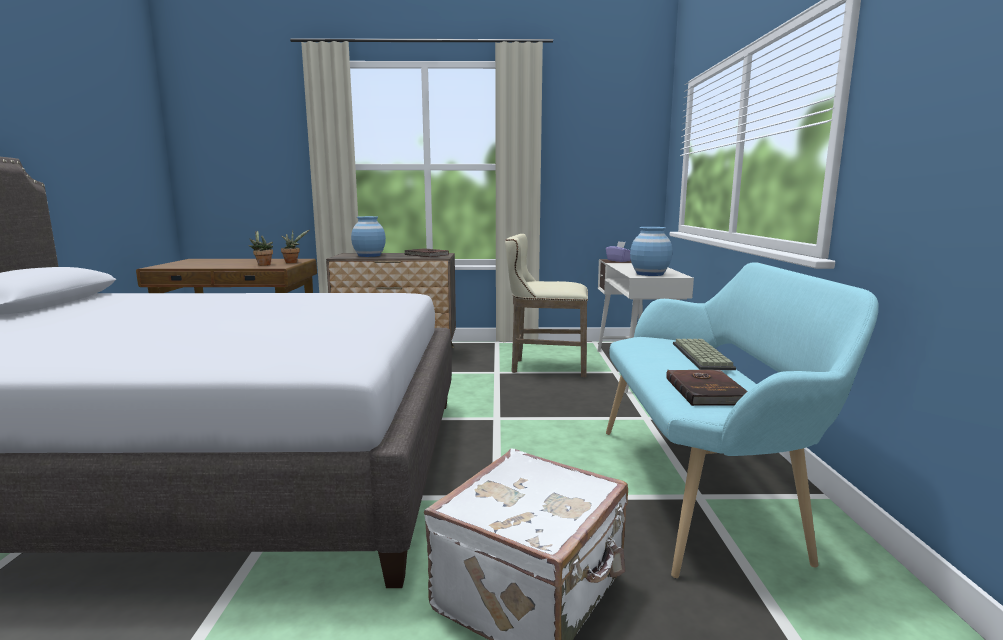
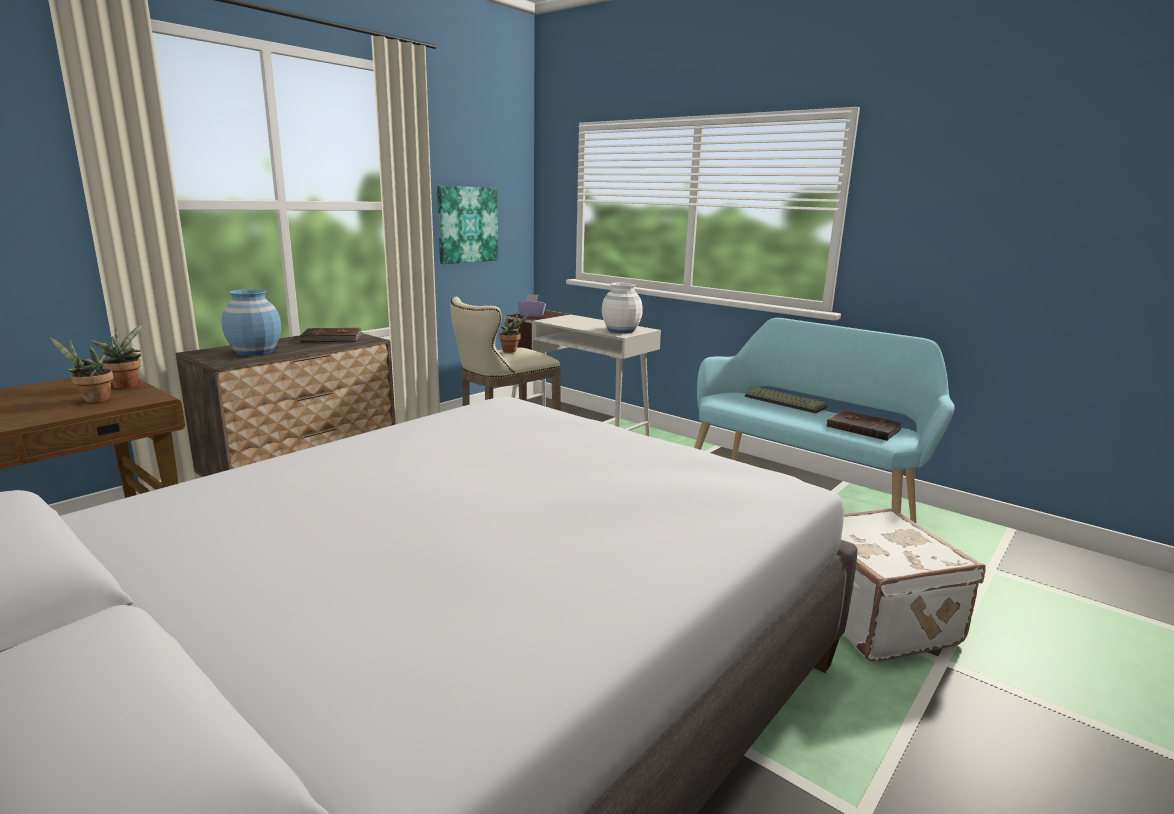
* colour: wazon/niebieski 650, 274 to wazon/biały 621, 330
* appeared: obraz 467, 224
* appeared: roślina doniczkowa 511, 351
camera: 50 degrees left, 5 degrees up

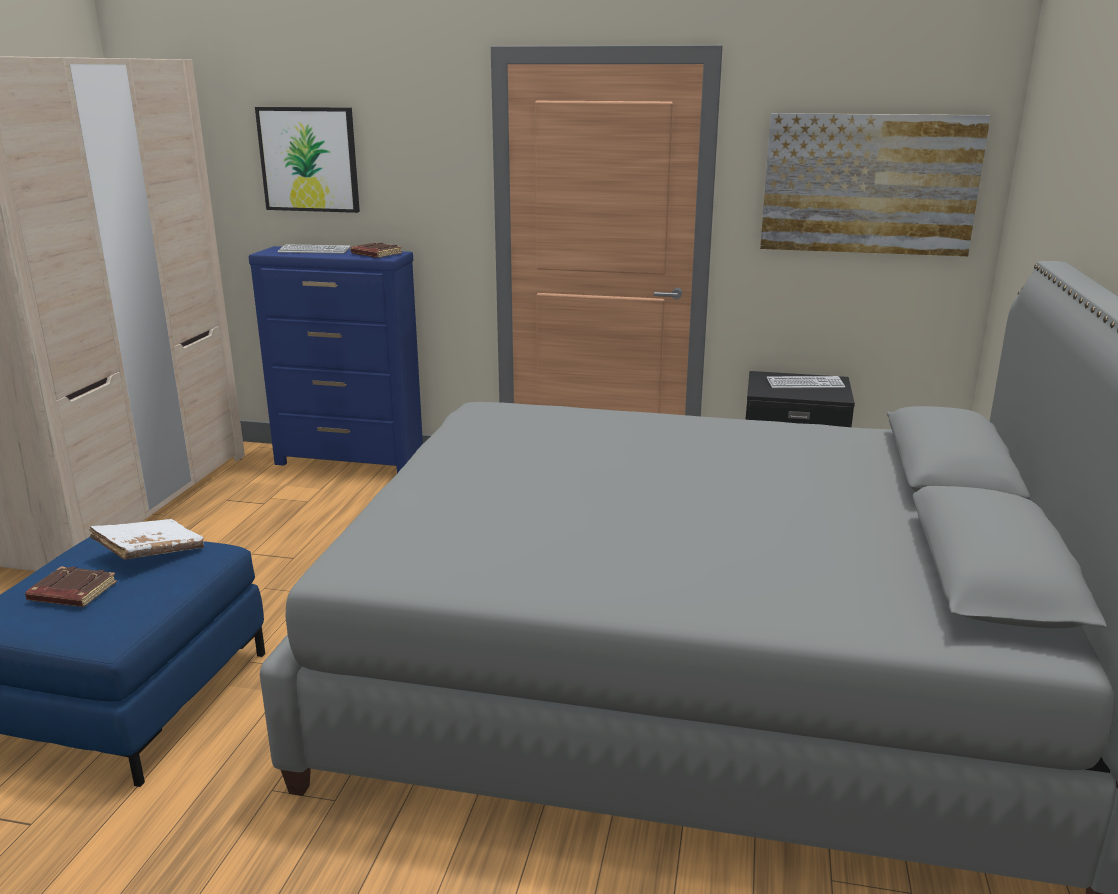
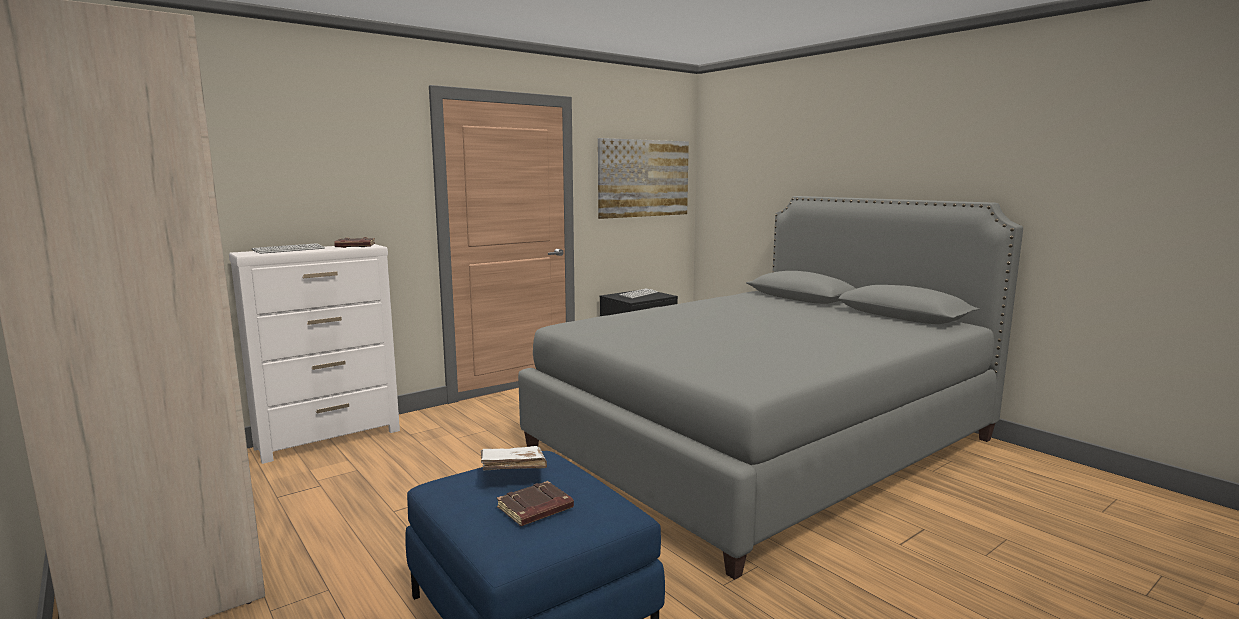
* missing: obraz 309, 159
* colour: komoda/niebieski 350, 461 to komoda/biały 330, 439
camera: 50 degrees left, 10 degrees down

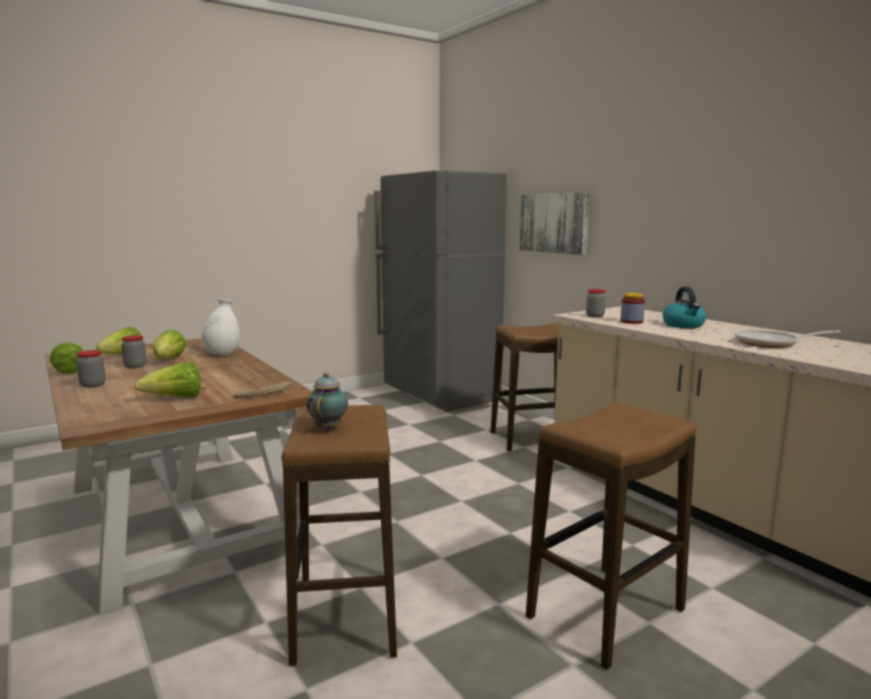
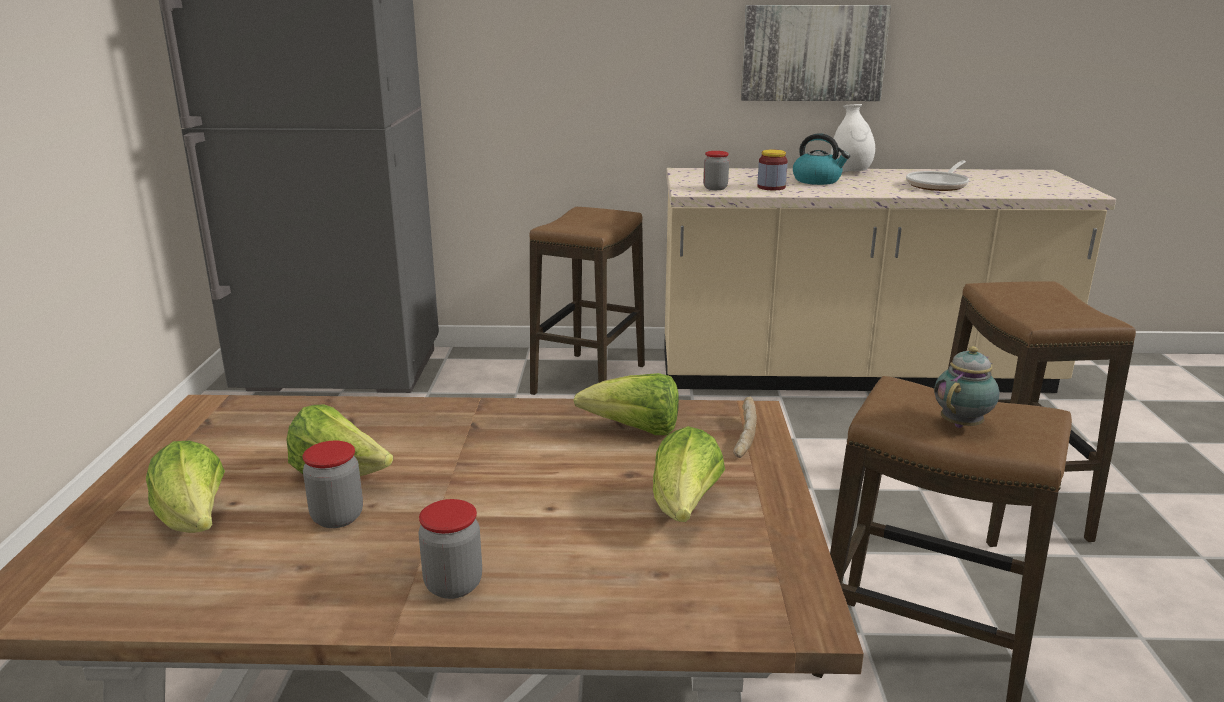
* relocated: obraz 554, 223 to 813, 53
* relocated: wazon/biały 222, 355 to 850, 172
* relocated: sałata 71, 370 to 635, 431
* spun: imbryk 329, 427 = 962, 424 90 degrees clockwise
camera: 55 degrees left, 10 degrees up

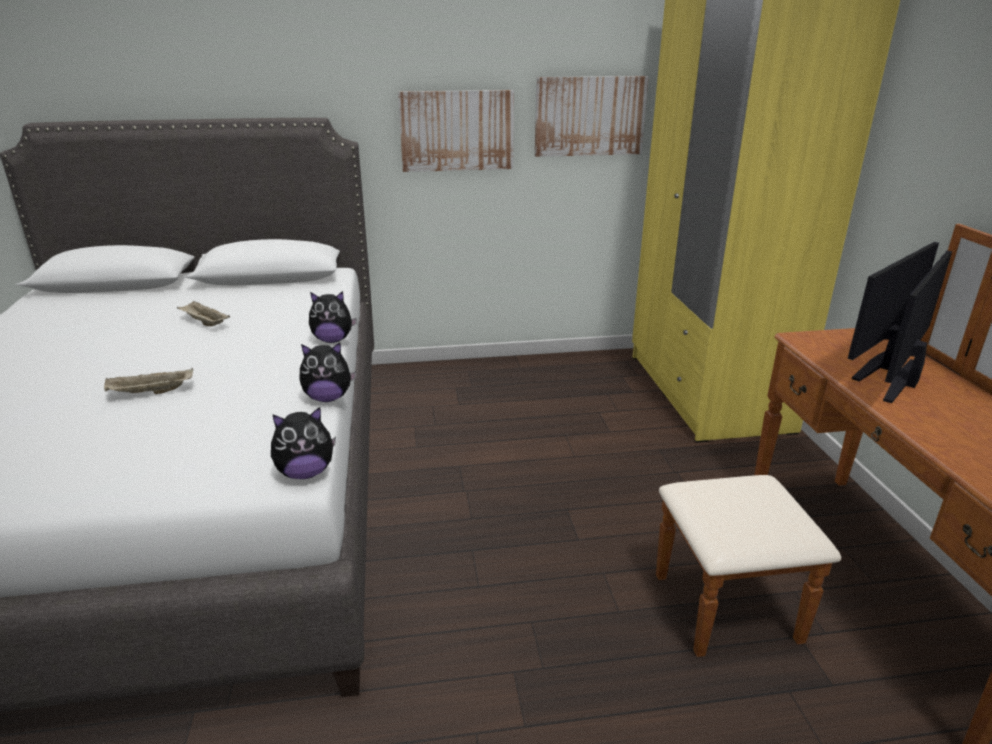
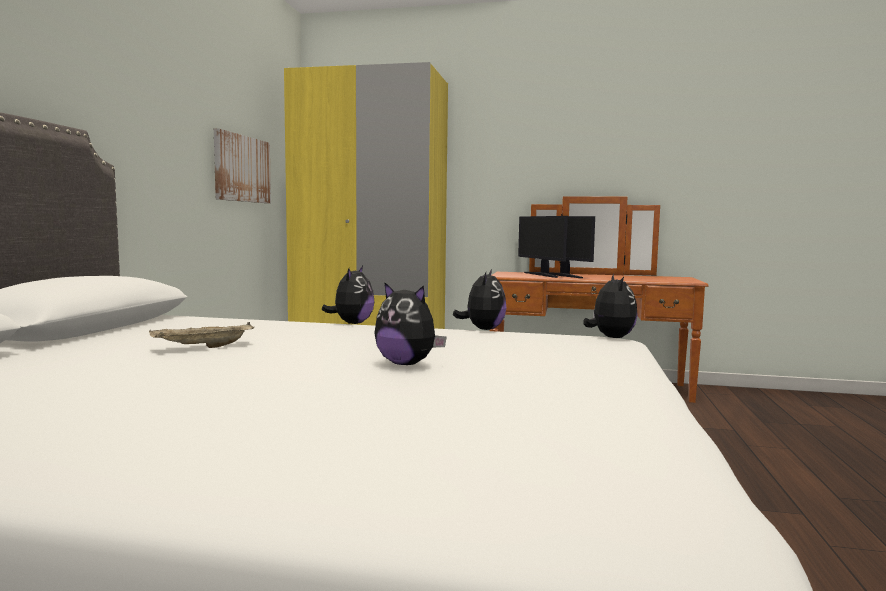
* missing: obraz 457, 130
* exchanged: taca/beżowy 150, 393 to pluszak 407, 364
camera: 70 degrees left, 20 degrees down

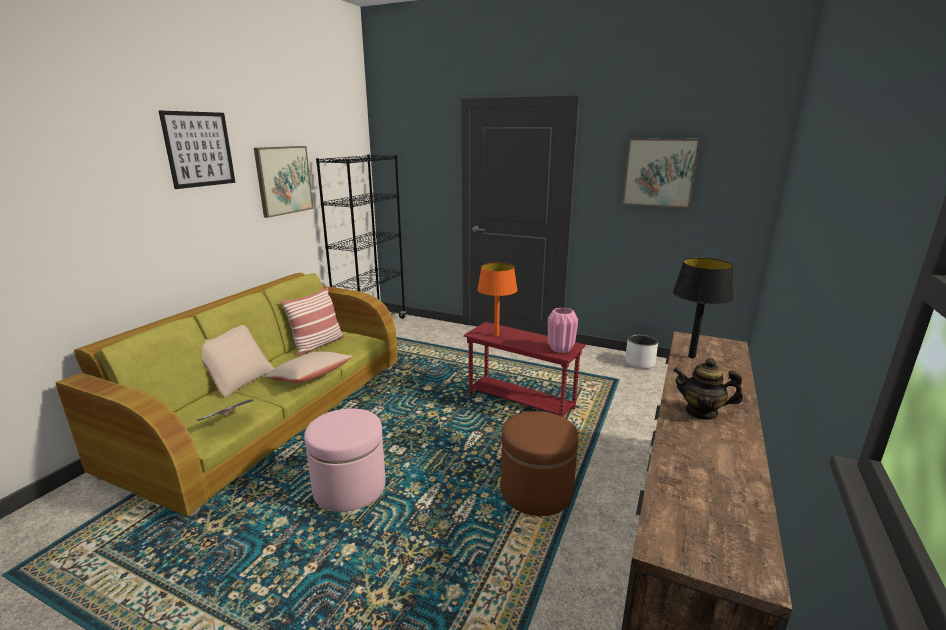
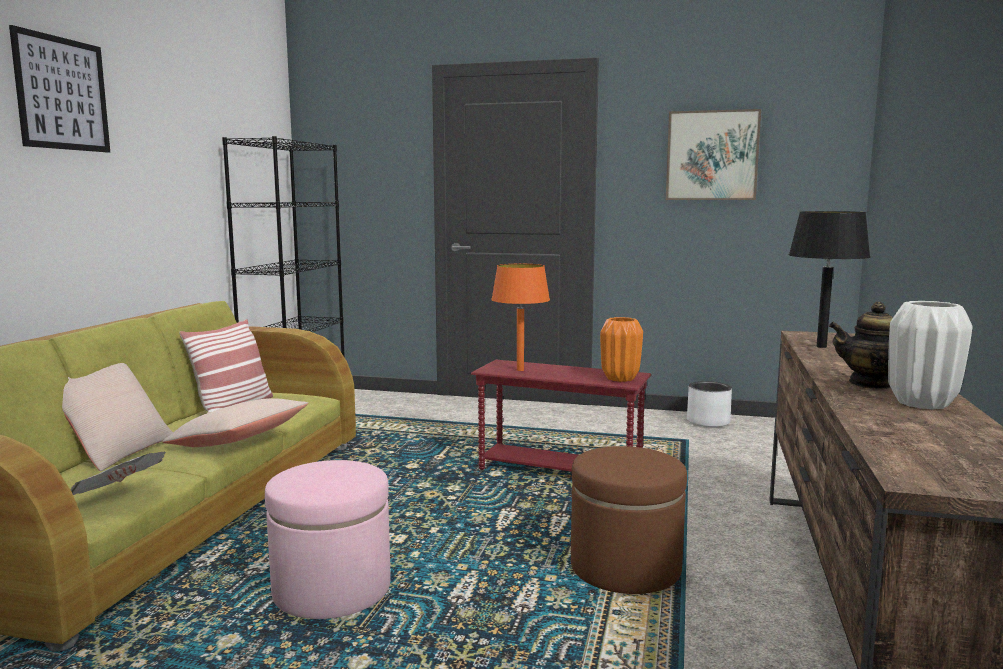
* missing: obraz 283, 180
* colour: wazon/różowy 560, 349 to wazon/pomarańczowy 619, 378
* appeared: wazon/biały 922, 404
camera: 10 degrees left, 10 degrees down

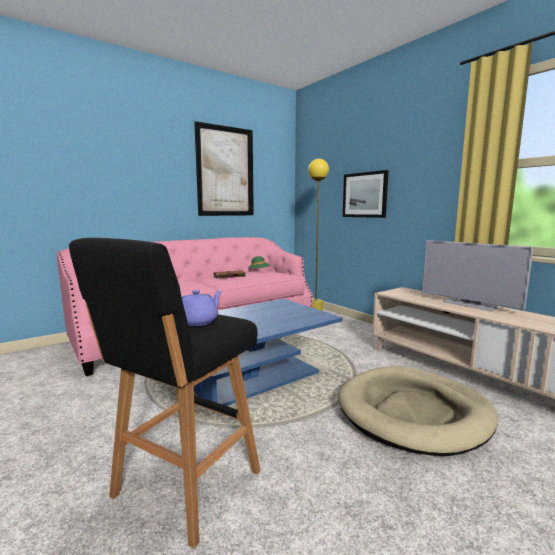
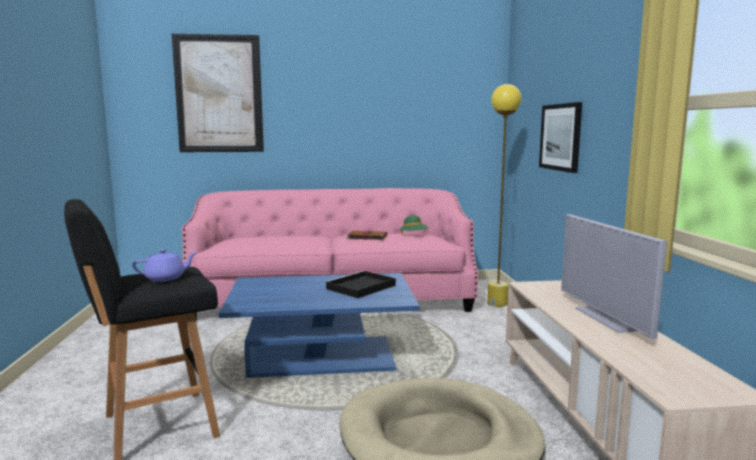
* relocated: obraz 225, 171 to 219, 94
* appeared: taca/czarny 360, 287
camera: 30 degrees right, 0 degrees up

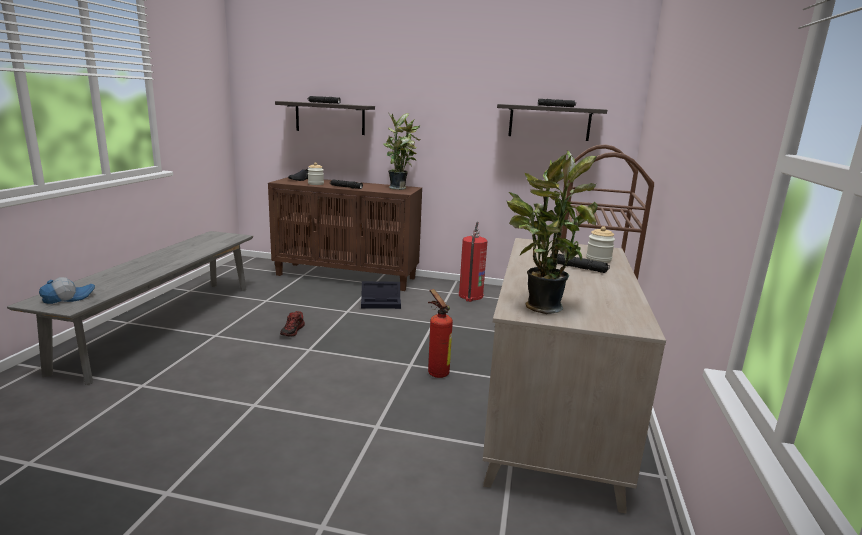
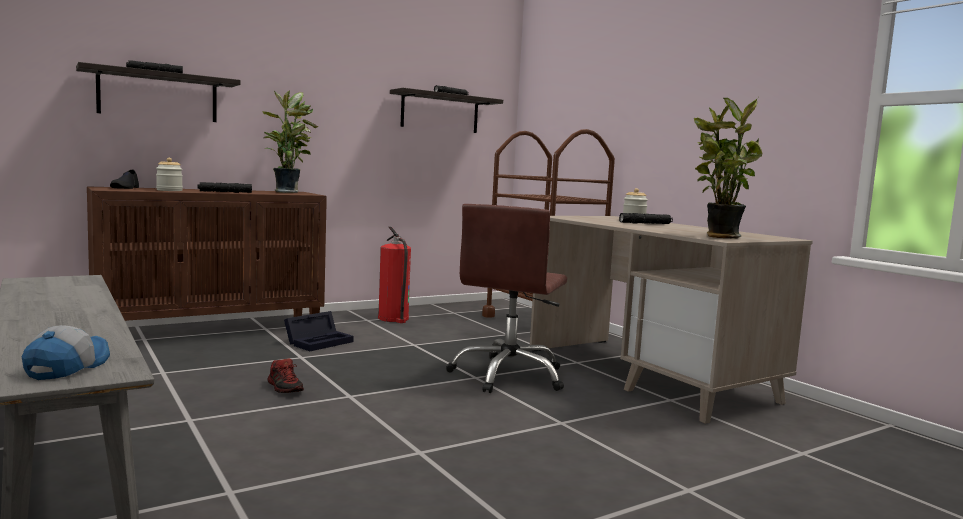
* exchanged: gaśnica 436, 372 to krzesło biurowe/brązowy 509, 375
camera: 45 degrees left, 10 degrees down

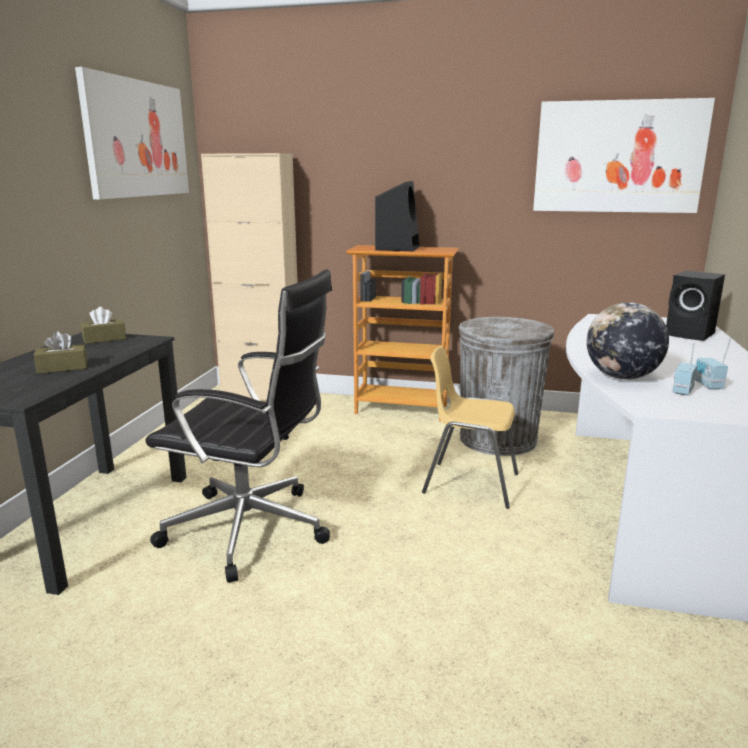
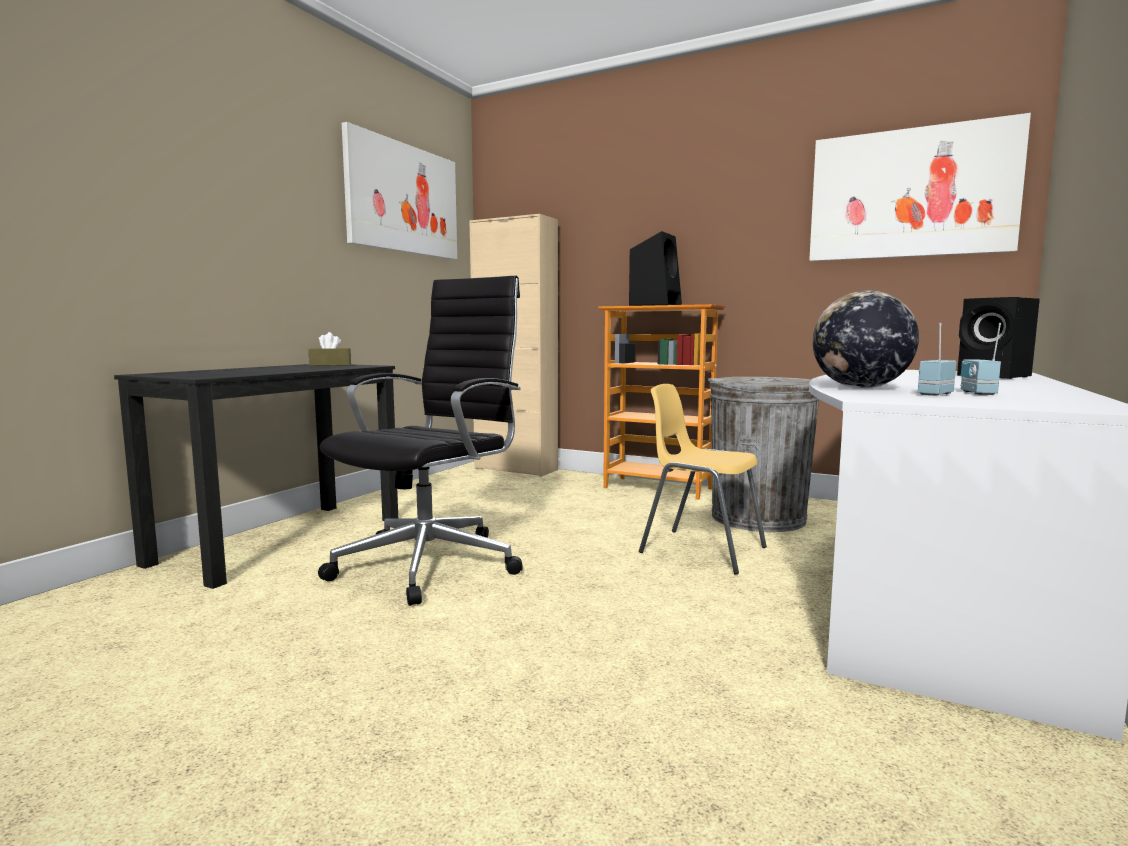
* spun: krzesło biurowe/czarny 251, 530 = 432, 563 90 degrees counterclockwise
* missing: pudełko chusteczek/brązowy 62, 368
camera: 15 degrees right, 10 degrees down

